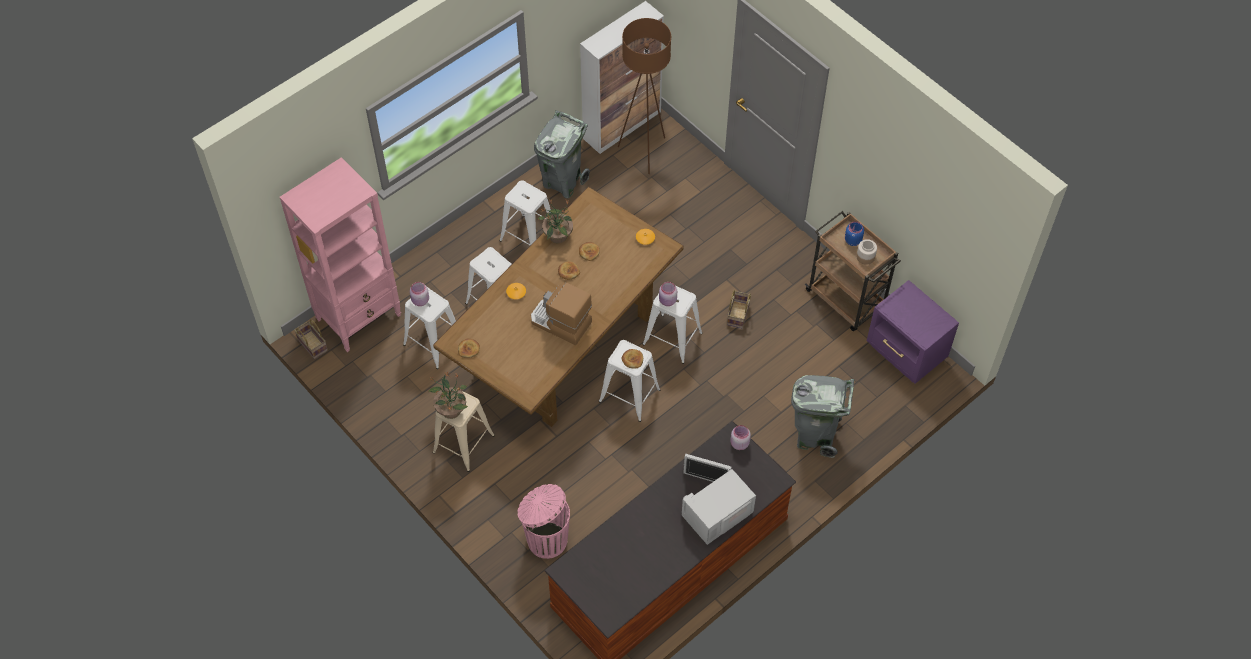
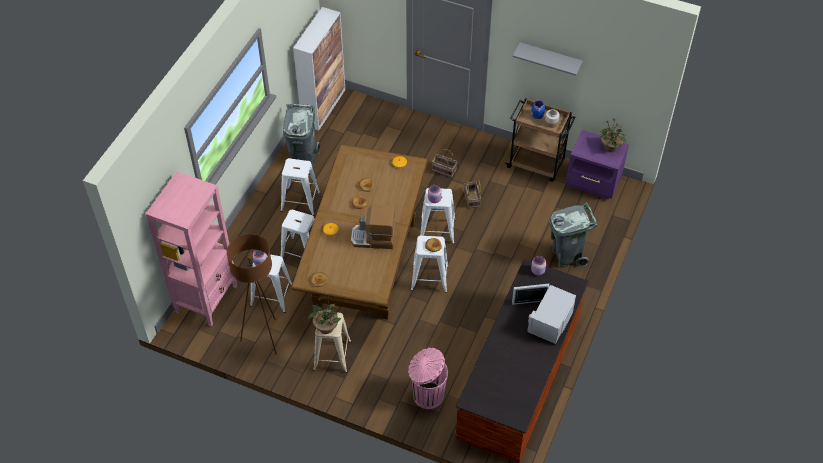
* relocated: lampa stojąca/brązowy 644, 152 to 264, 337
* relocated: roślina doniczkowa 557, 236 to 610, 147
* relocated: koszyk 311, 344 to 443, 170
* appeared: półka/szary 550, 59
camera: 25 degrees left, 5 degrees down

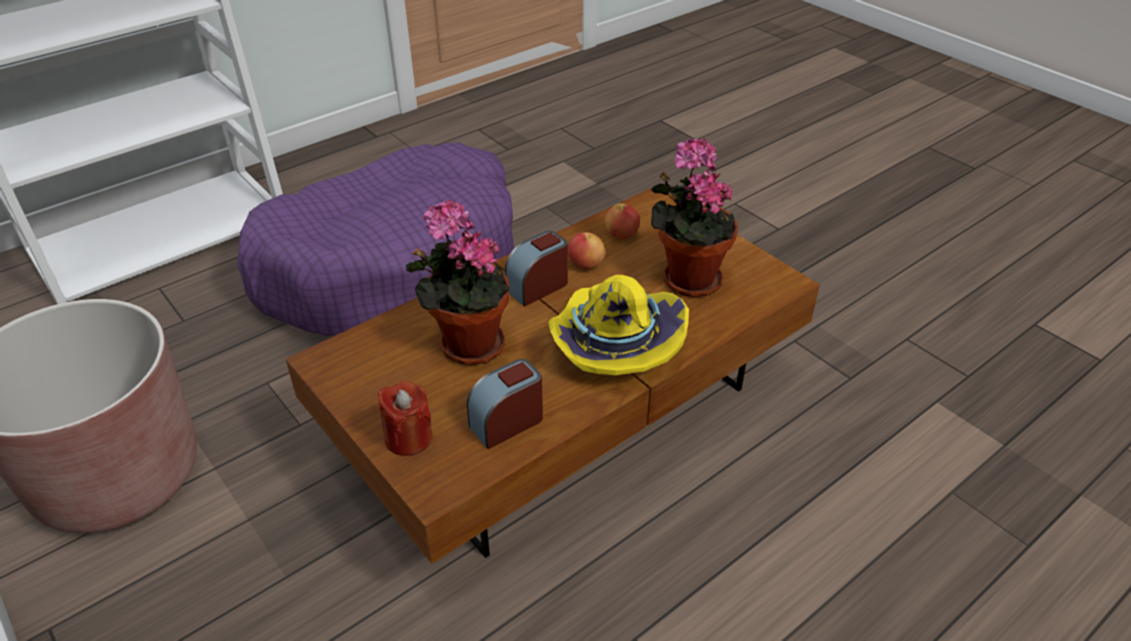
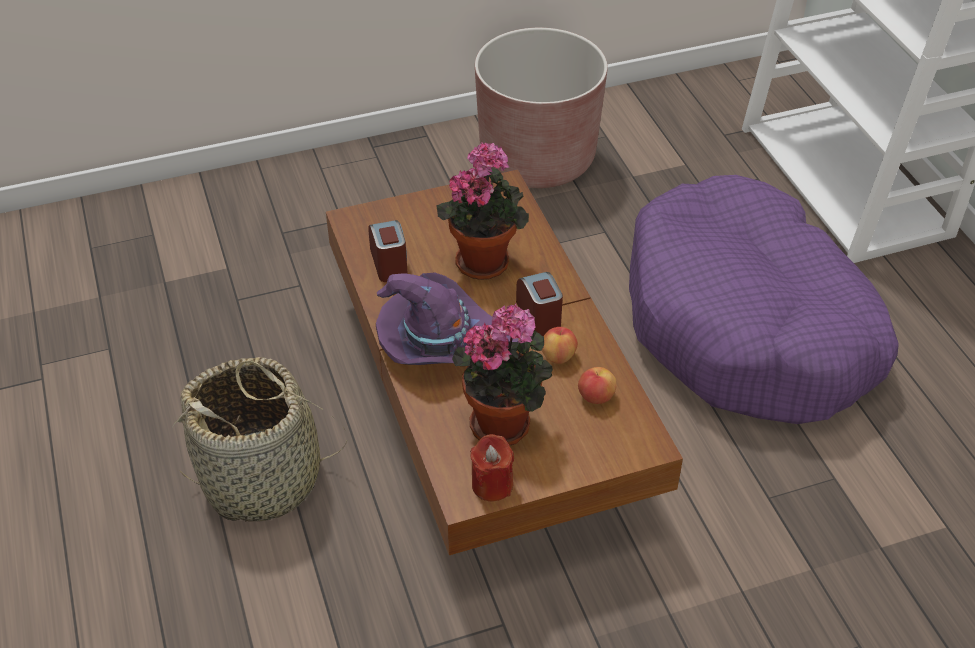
* colour: kapelusz/żółty 612, 344 to kapelusz/fioletowy 440, 342
* relocated: świeca/czerwony 408, 438 to 492, 484
* appeared: koszyk 263, 479
camera: 110 degrees right, 5 degrees up

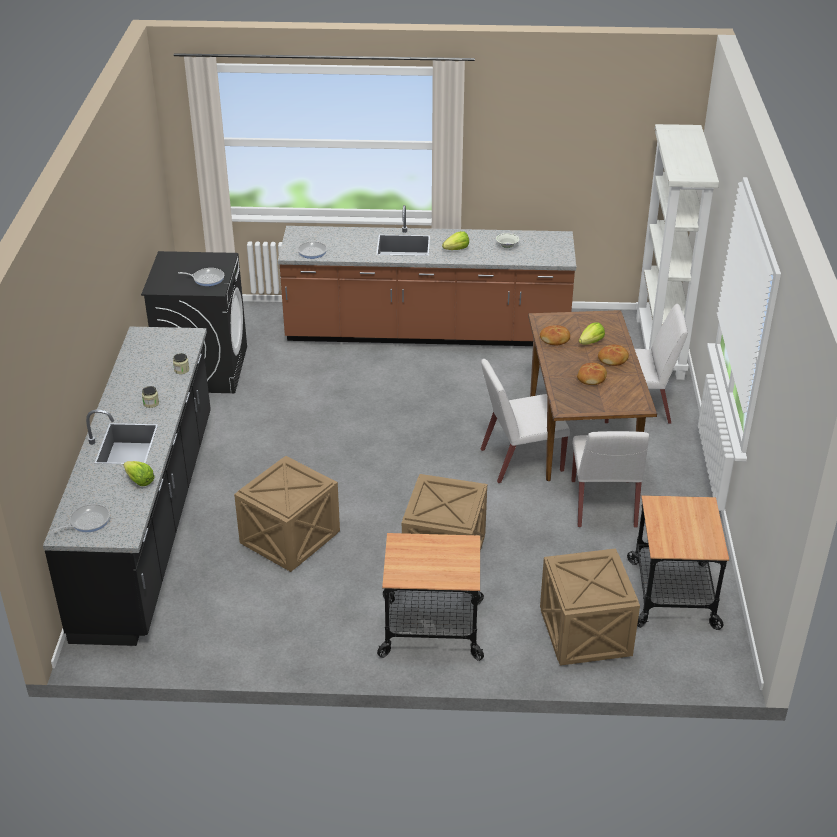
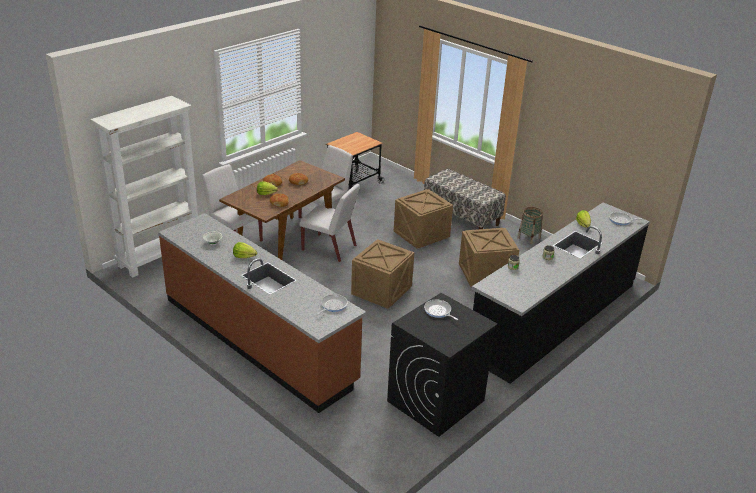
* exchanged: wózek 431, 629 to ławka 461, 217
* relocated: skrzynka 584, 631 to 381, 291
* appeared: koszyk 528, 238
camera: 140 degrees left, 5 degrees down

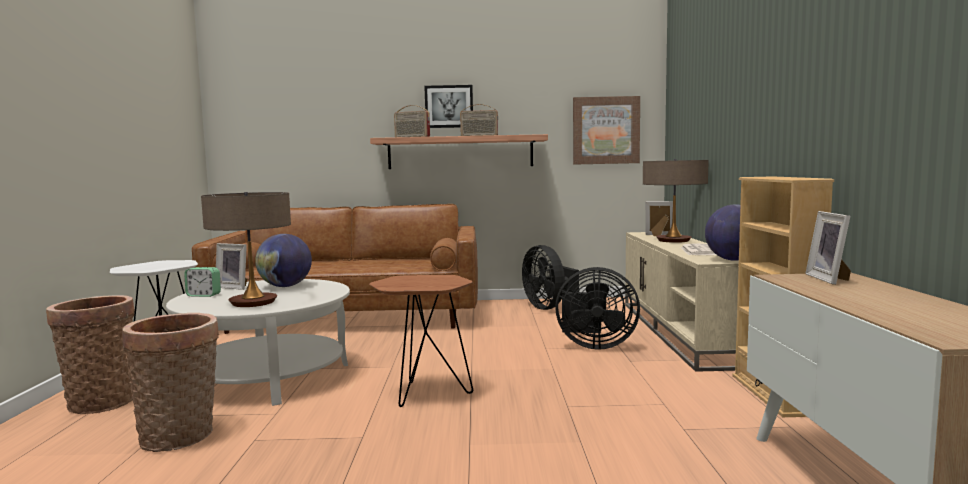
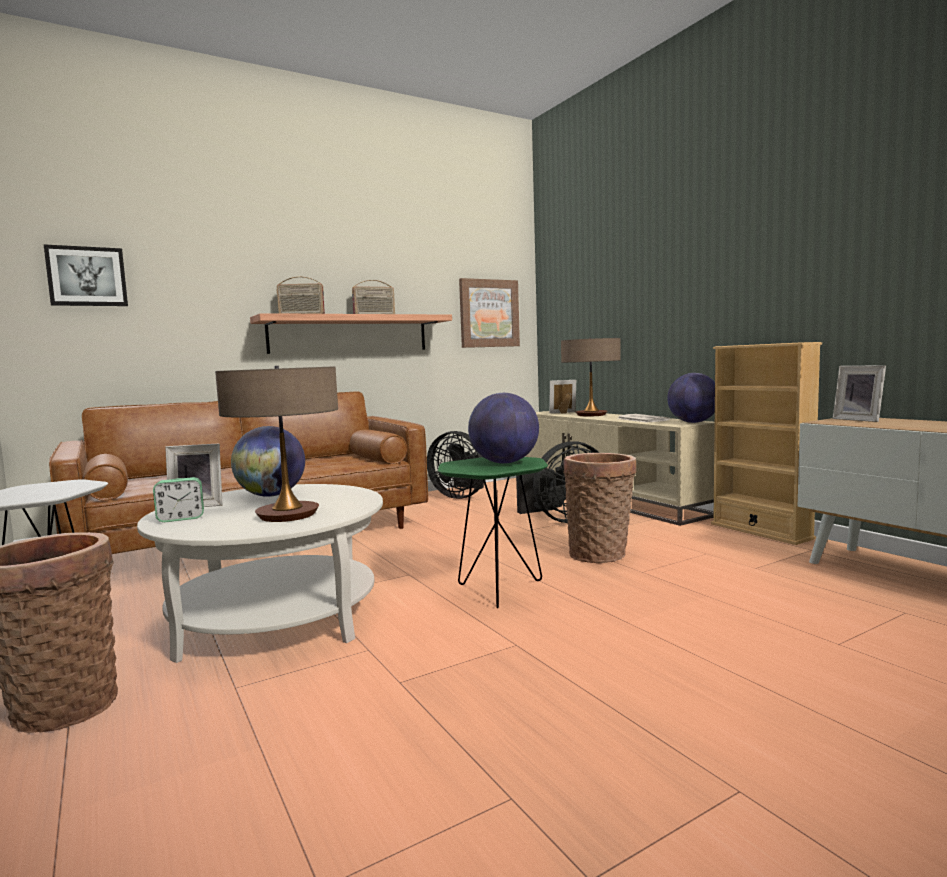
* relocated: obraz 449, 106 to 87, 276
* colour: stolik/brązowy 424, 394 to stolik/zielony 496, 591
* relocated: koszyk 181, 437 to 600, 553
* appeared: globus 504, 462
camera: 30 degrees left, 0 degrees up

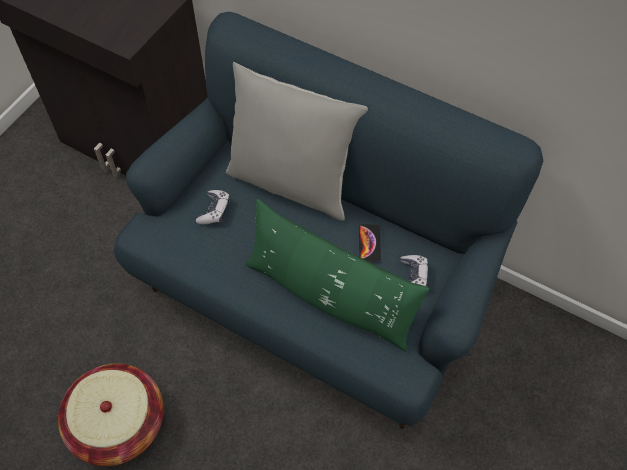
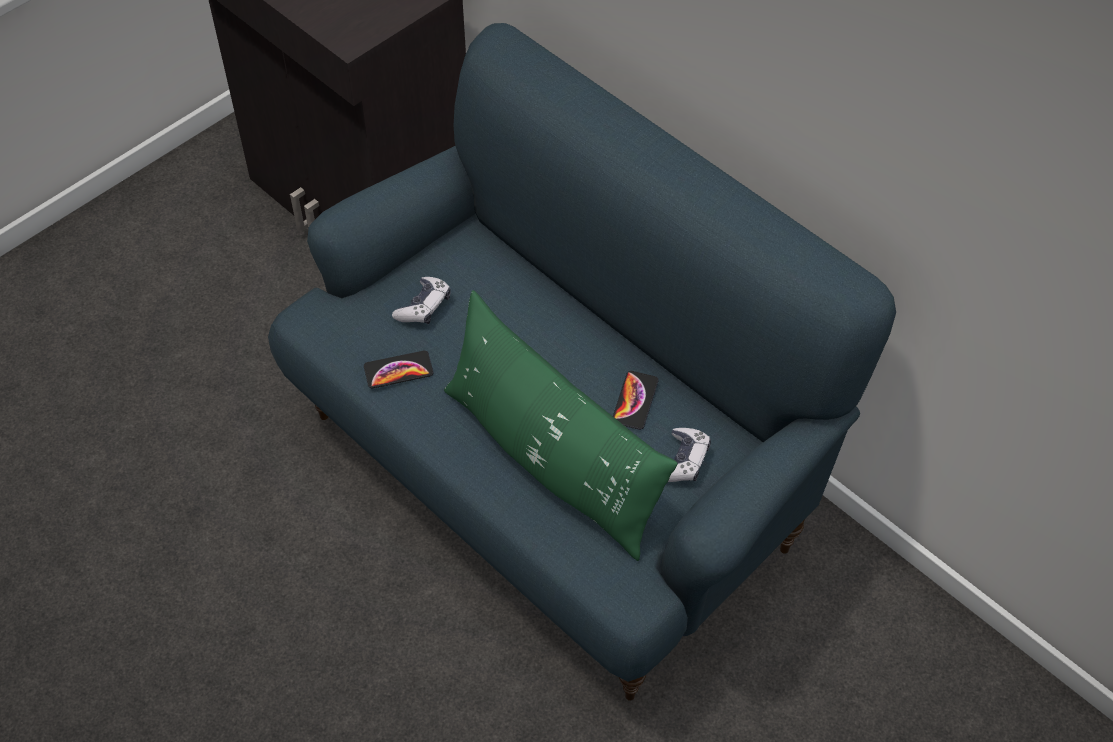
* missing: poduszka/szary 292, 182
* missing: koszyk 118, 423
* appeared: telefon 398, 370
camera: 15 degrees right, 5 degrees down

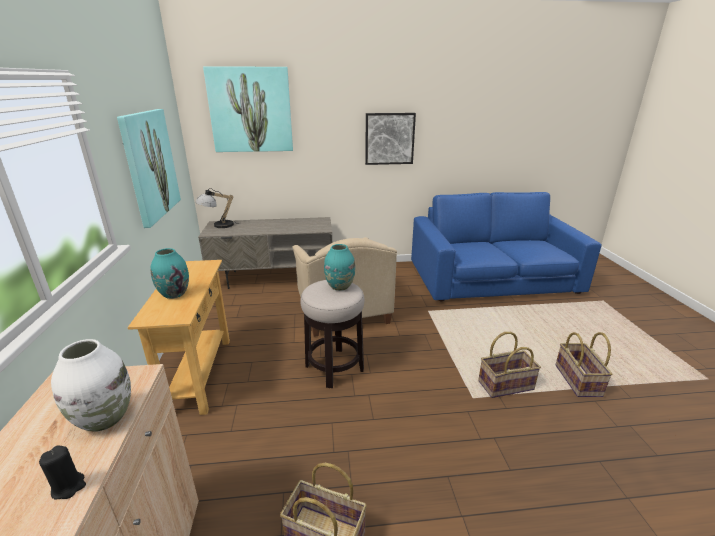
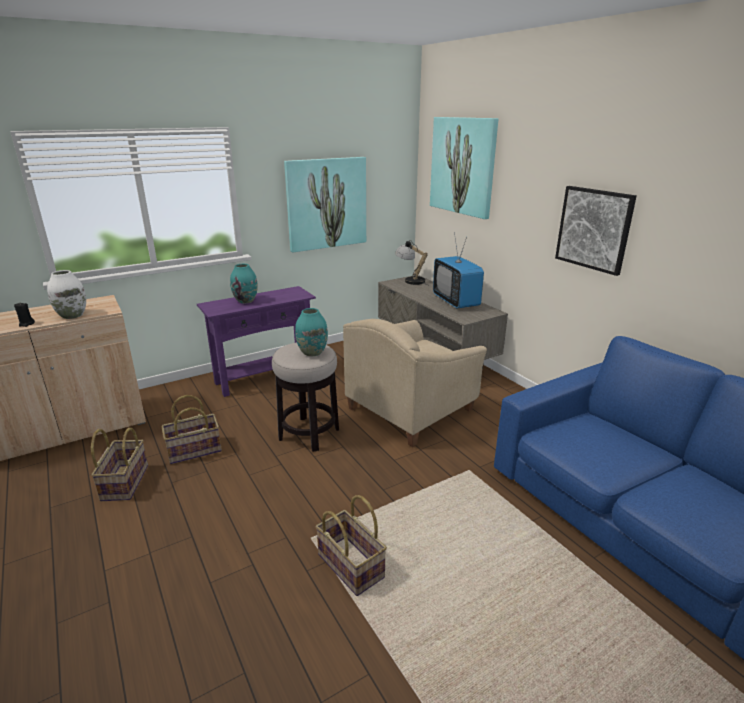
* colour: stolik konsolowy/beżowy 200, 374 to stolik konsolowy/fioletowy 265, 378
* relocated: koszyk 579, 380 to 194, 451
* appeared: telewizor 456, 301
camera: 65 degrees right, 0 degrees up

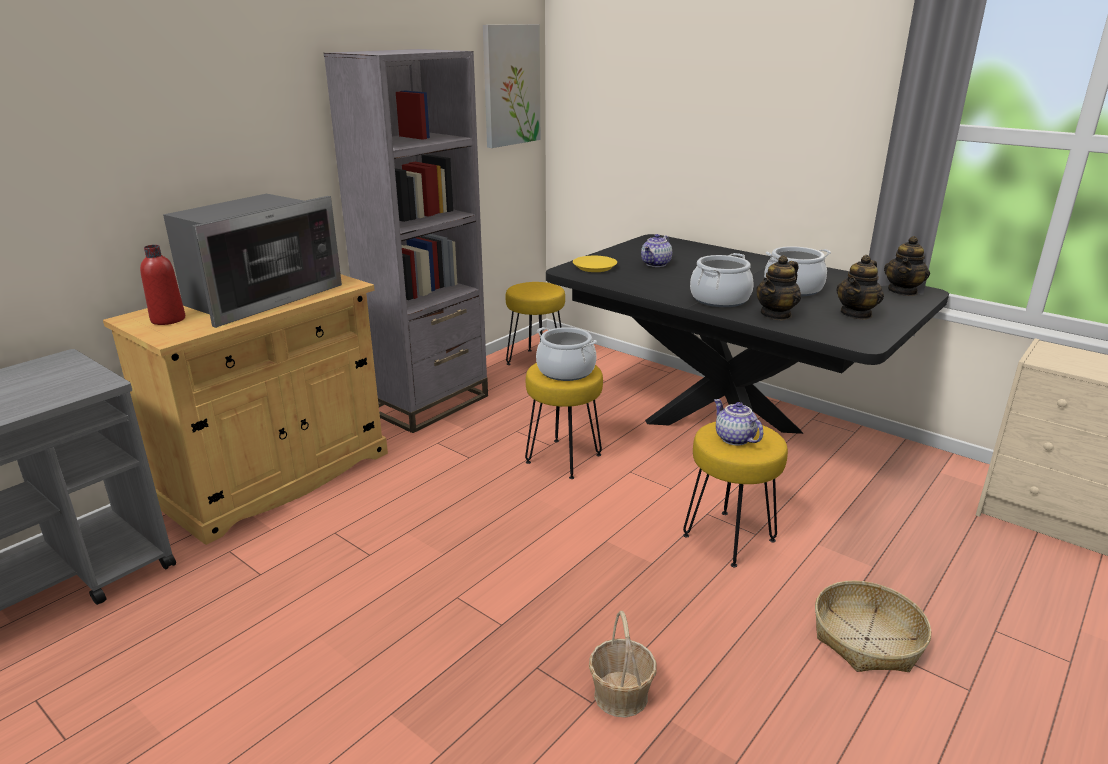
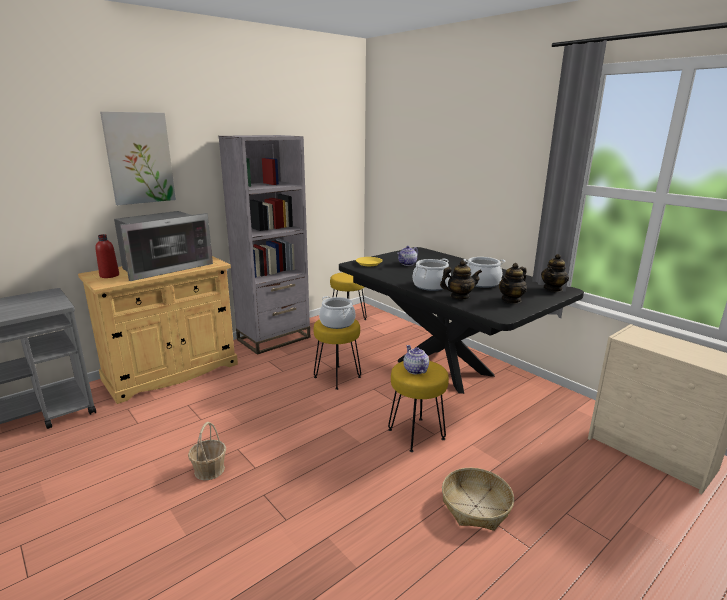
* relocated: obraz 510, 85 to 139, 158
* spun: imbryk 776, 314 = 459, 297 150 degrees counterclockwise
* relocated: koszyk 620, 695 to 209, 470
camera: 10 degrees right, 5 degrees down

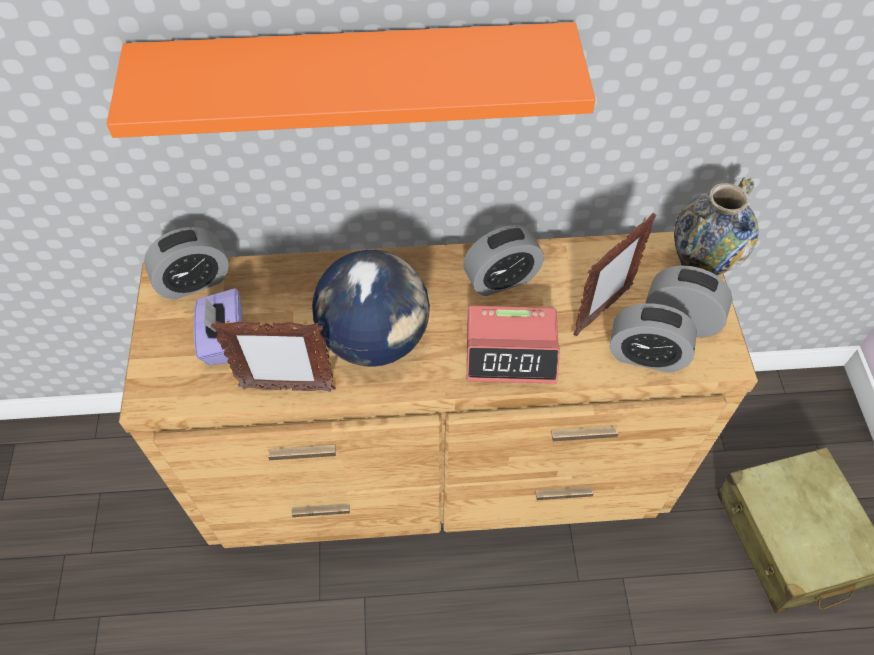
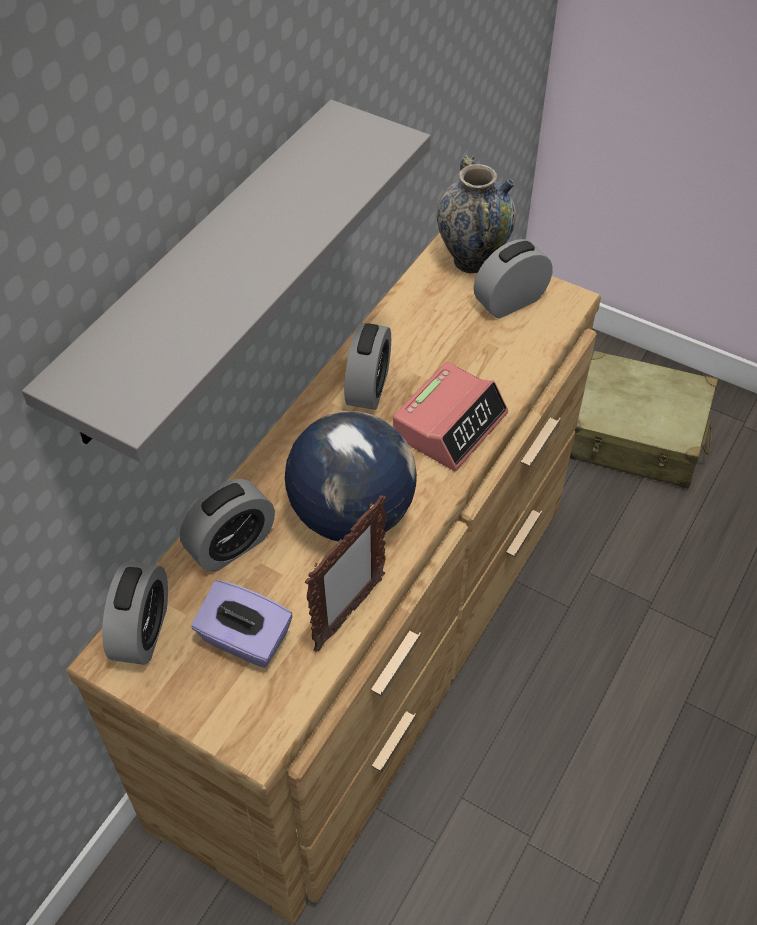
* colour: półka/pomarańczowy 356, 75 to półka/szary 201, 272
* missing: ramka na zdjęcie 601, 311
* relocated: budzik 646, 355 to 231, 545
camera: 55 degrees left, 5 degrees down

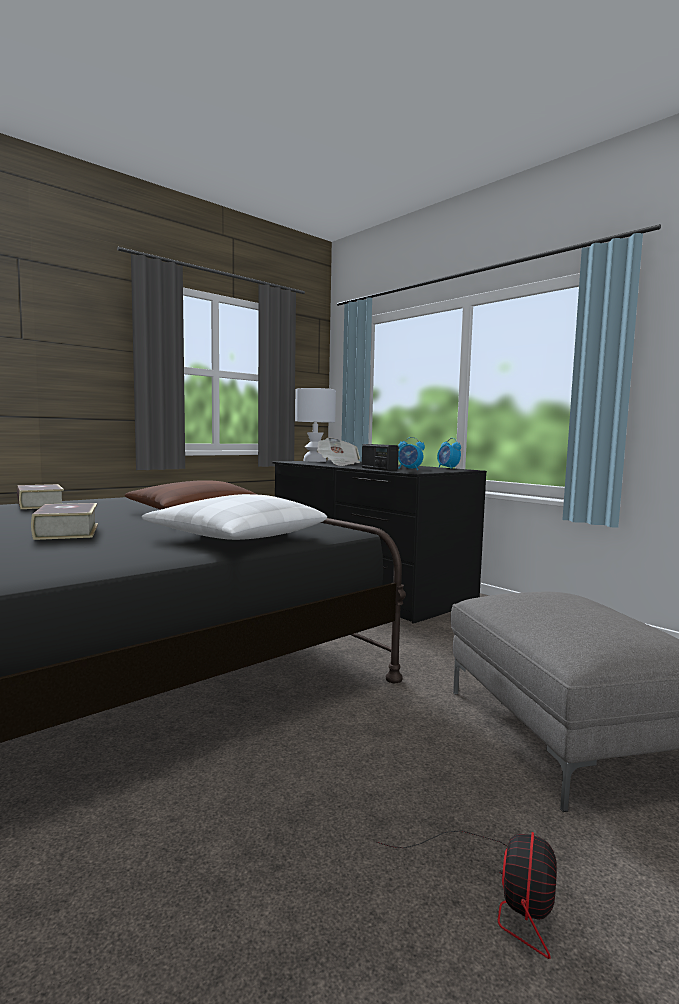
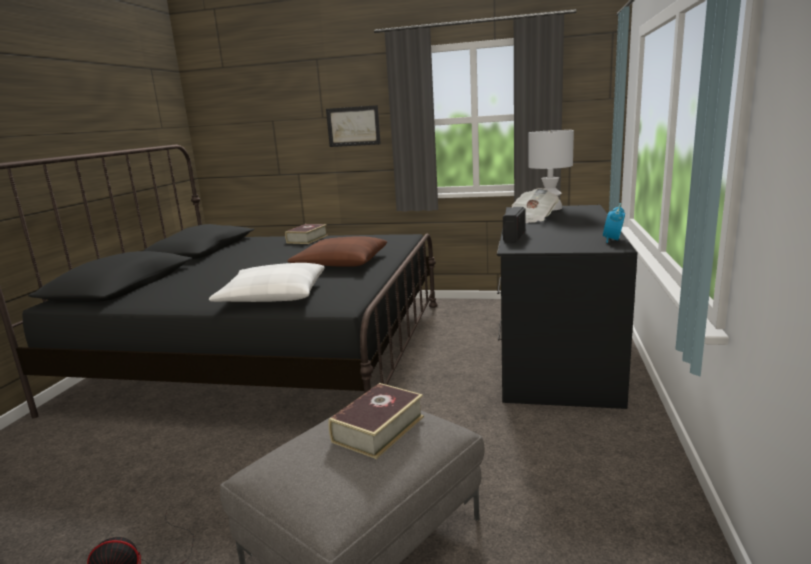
* missing: budzik 409, 469
* relocated: książka 67, 531 to 378, 429
* appeared: obraz 353, 126
camera: 55 degrees right, 10 degrees up

